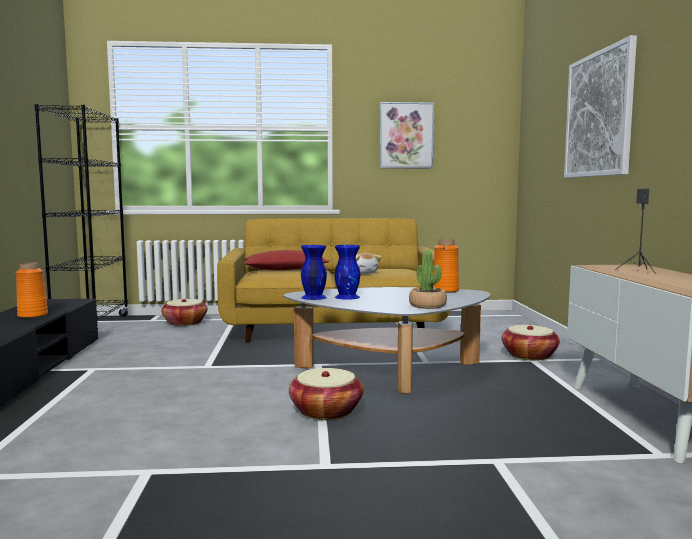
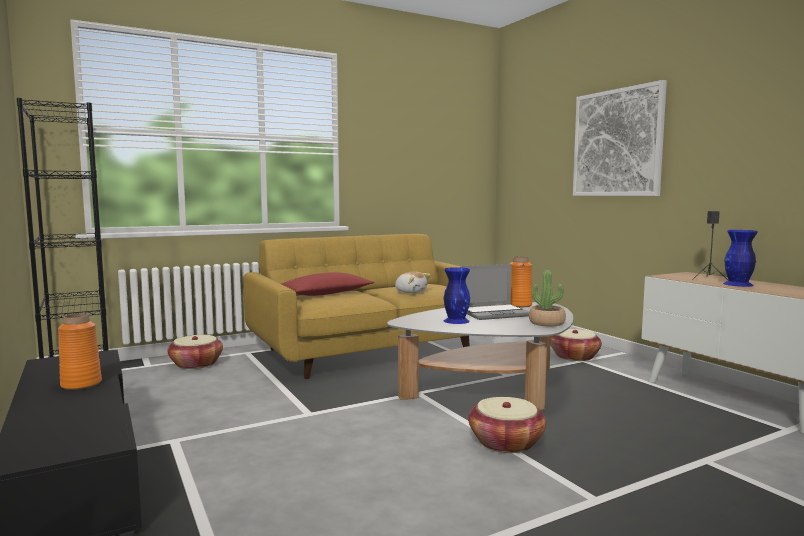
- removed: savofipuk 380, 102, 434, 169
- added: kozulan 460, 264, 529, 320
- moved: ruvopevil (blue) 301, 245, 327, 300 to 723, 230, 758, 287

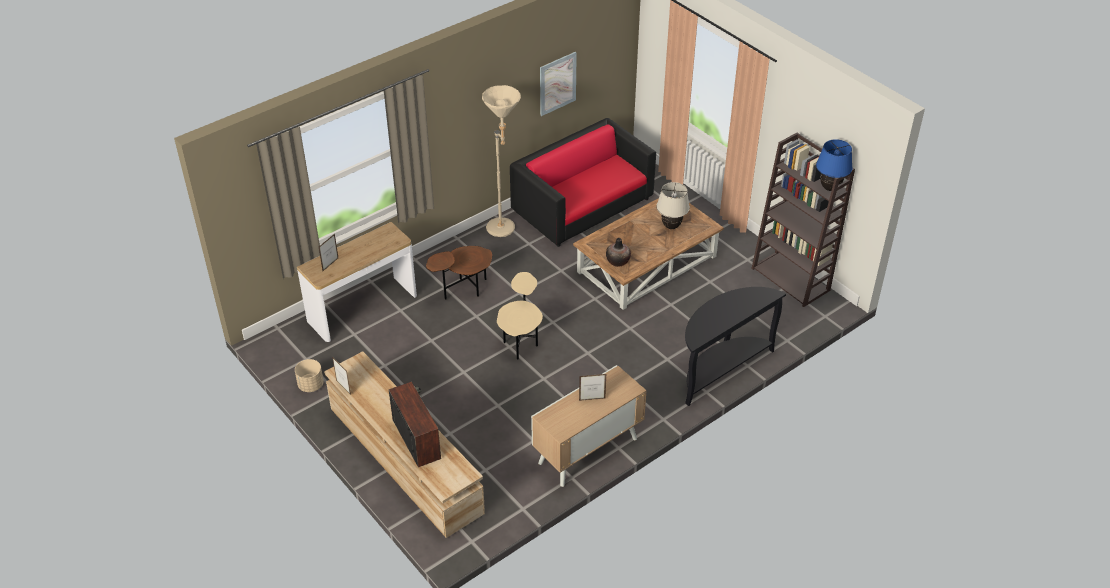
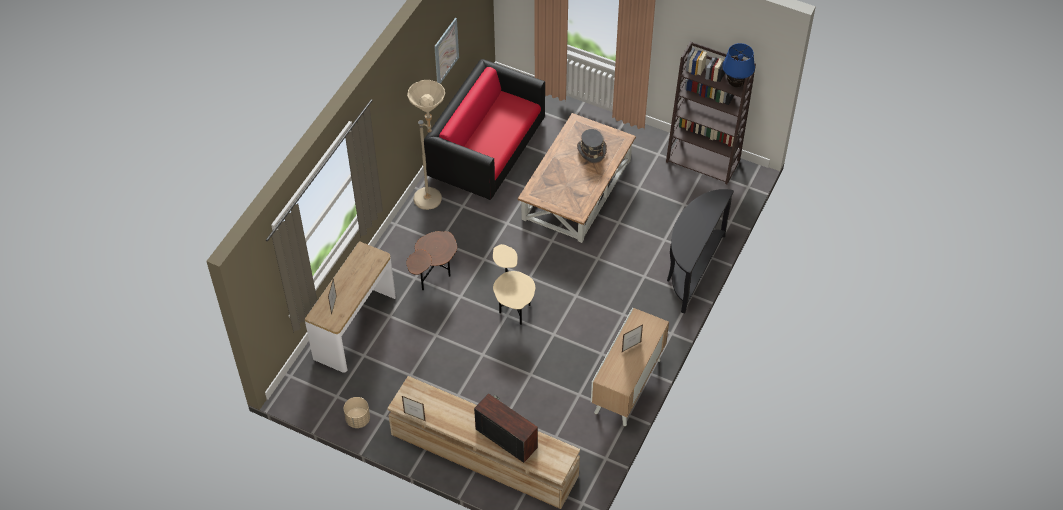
- removed: ruvopevil 606, 238, 631, 267
- replaced: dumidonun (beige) 656, 182, 690, 229 to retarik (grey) 577, 129, 607, 163

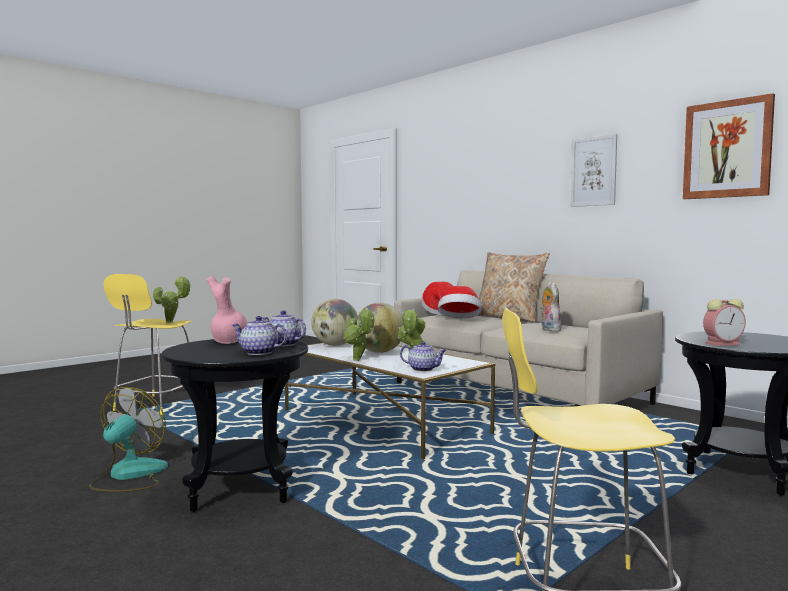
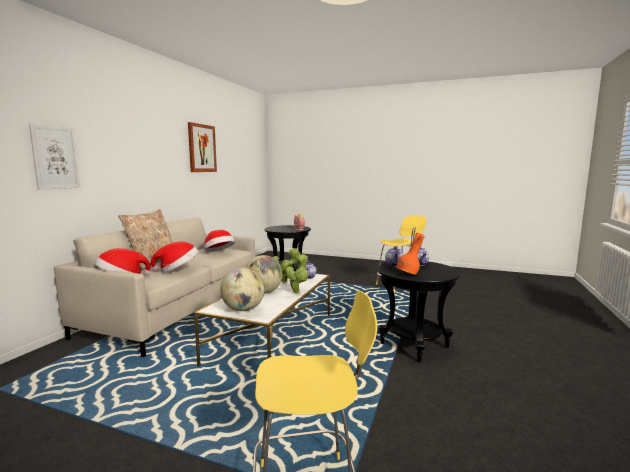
- removed: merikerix 89, 387, 168, 492
- removed: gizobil 153, 276, 191, 323
- moved: savofipuk 570, 134, 617, 207 to 29, 124, 80, 190
- replaced: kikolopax 540, 282, 562, 332 to retarik 204, 230, 235, 252
- recoloured: ruvopevil (pink) 206, 276, 247, 344 to ruvopevil (orange) 397, 233, 425, 275

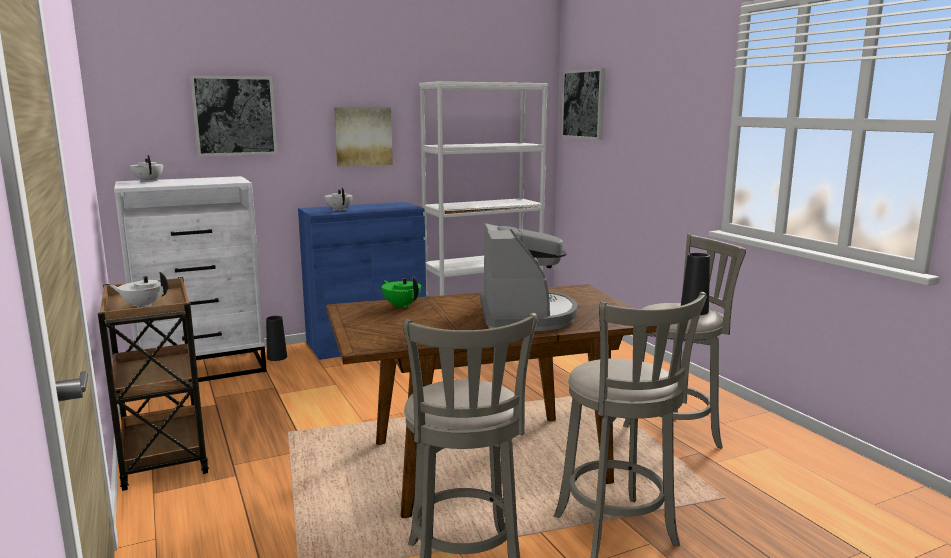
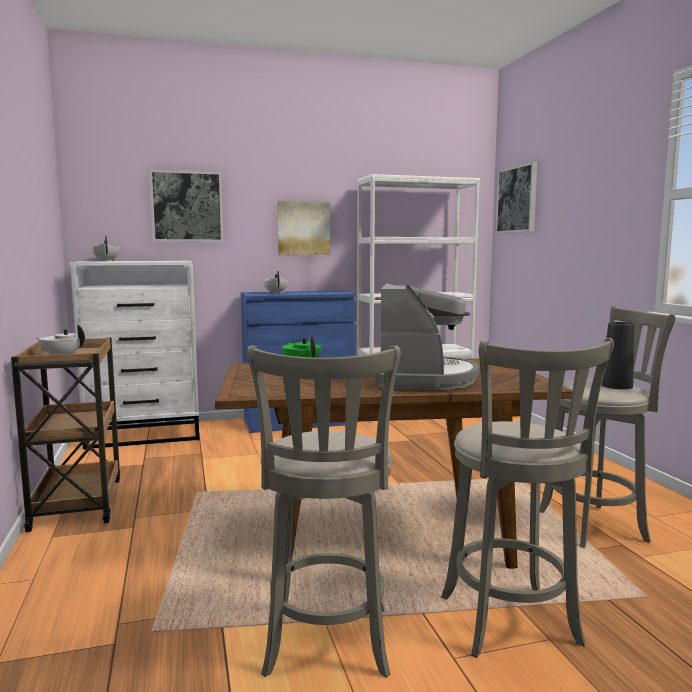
- removed: ruvopevil (black) 266, 316, 287, 361

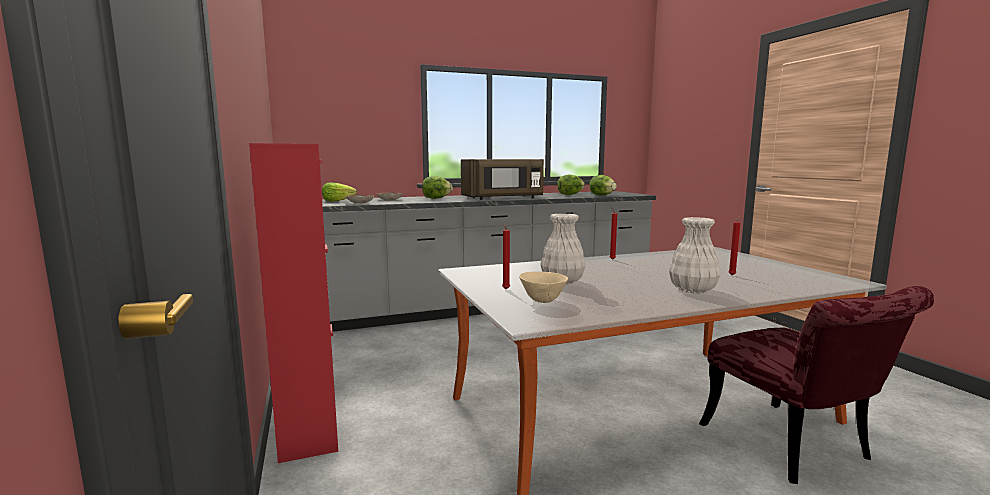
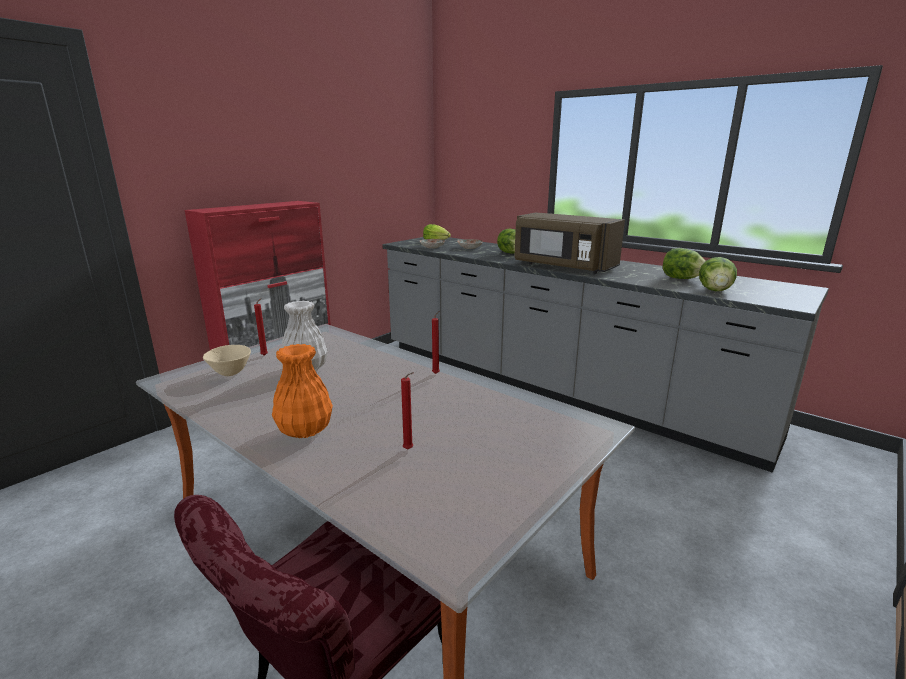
- recoloured: ruvopevil (white) 669, 217, 721, 294 to ruvopevil (orange) 272, 344, 333, 438

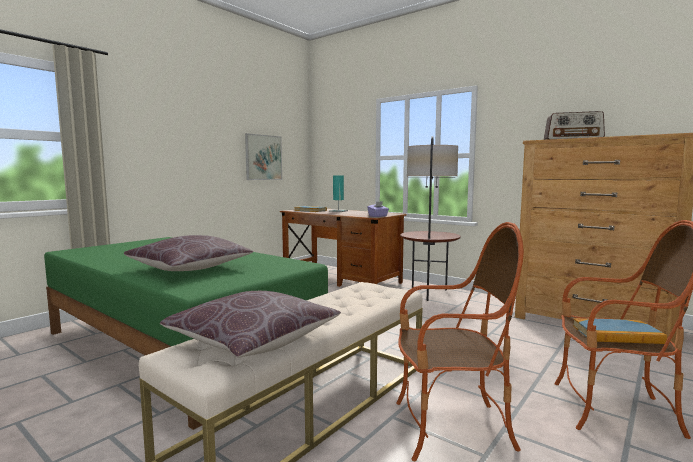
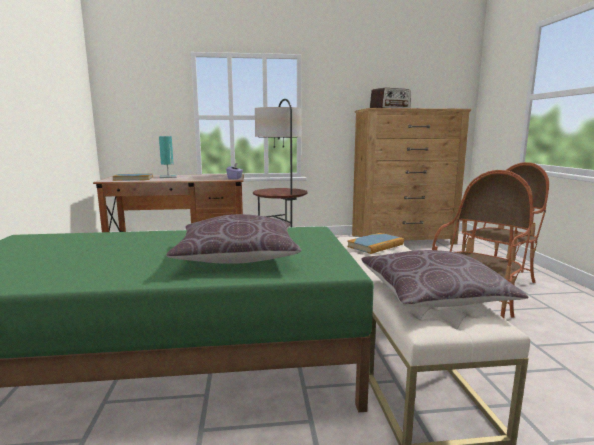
- removed: savofipuk 245, 133, 282, 180
- moved: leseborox 573, 318, 667, 344 to 347, 233, 404, 254

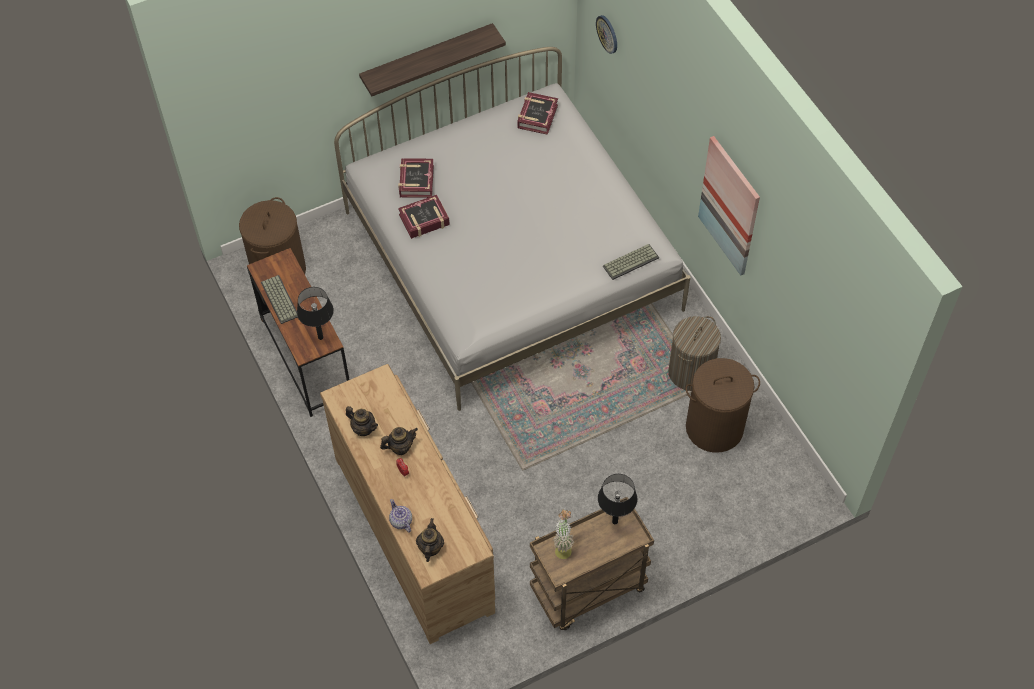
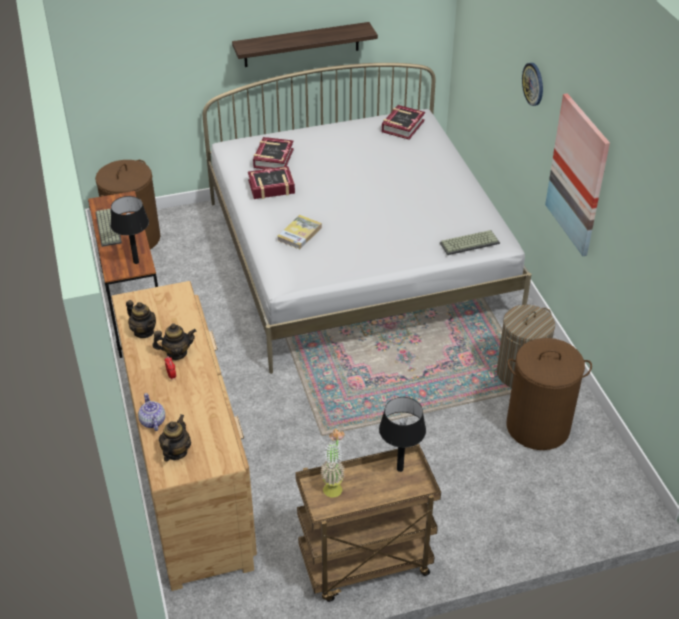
- added: leseborox 277, 215, 322, 250
- moved: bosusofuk 596, 15, 617, 54 to 522, 63, 543, 106

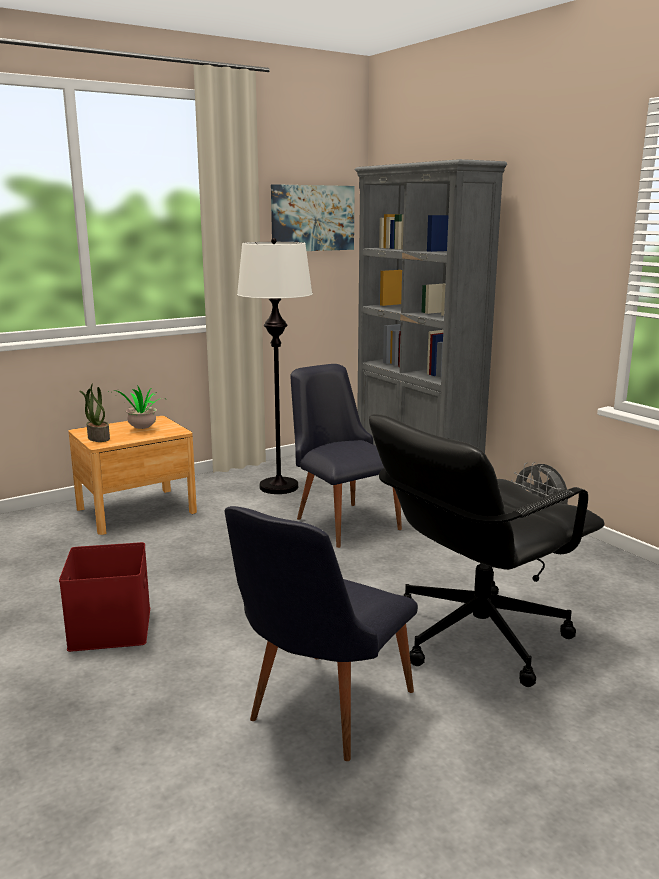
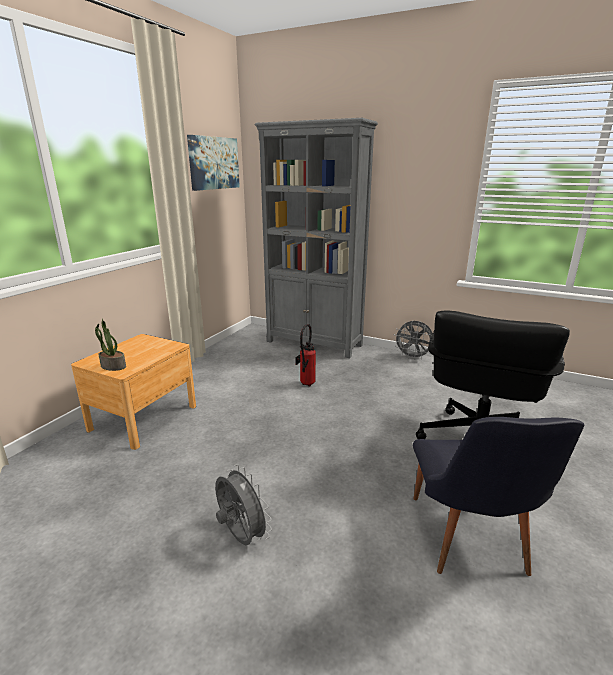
- removed: gizobil 114, 385, 161, 429
- removed: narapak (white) 237, 238, 313, 494
- replaced: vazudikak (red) 59, 542, 150, 652 to merikerix (grey) 215, 464, 272, 545
- replaced: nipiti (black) 290, 364, 402, 548 to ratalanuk 295, 324, 316, 386

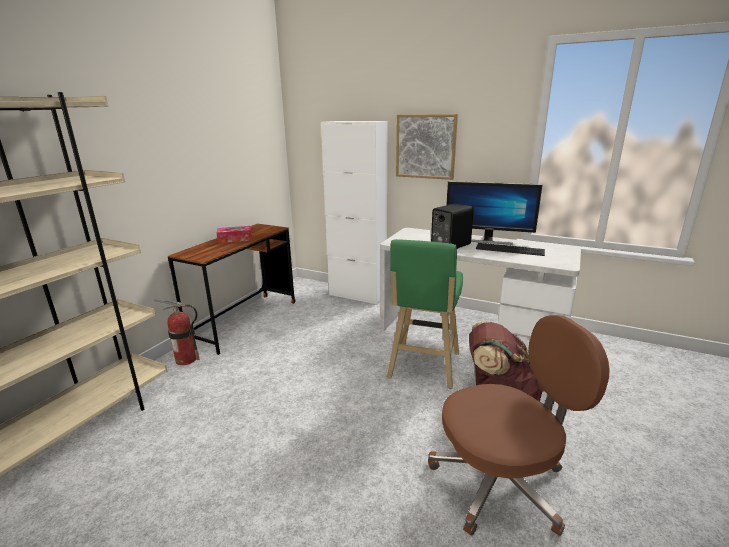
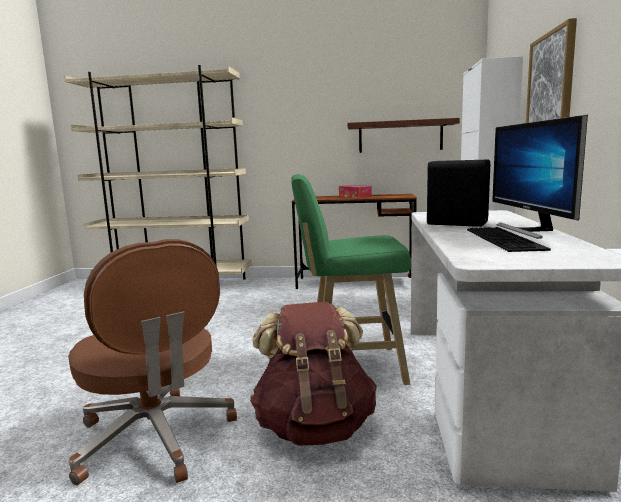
- removed: ratalanuk 154, 299, 199, 365
- added: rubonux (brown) 348, 118, 460, 153

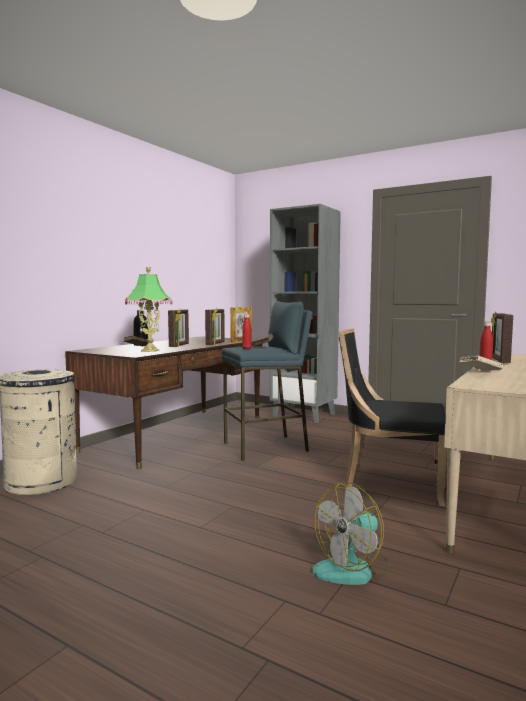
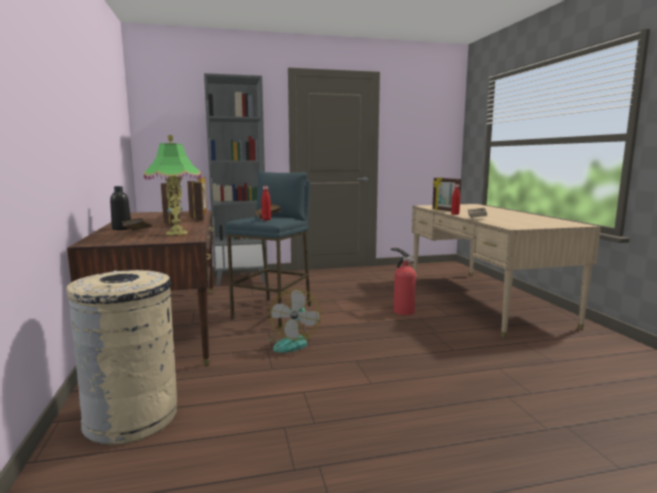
- moved: merikerix 312, 482, 390, 585 to 266, 288, 321, 353
- replaced: nipiti (black) 339, 329, 447, 506 to ratalanuk 391, 248, 416, 315

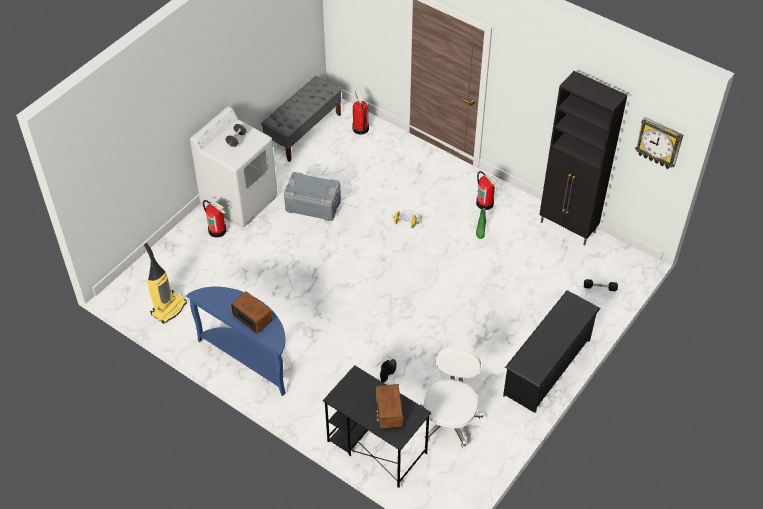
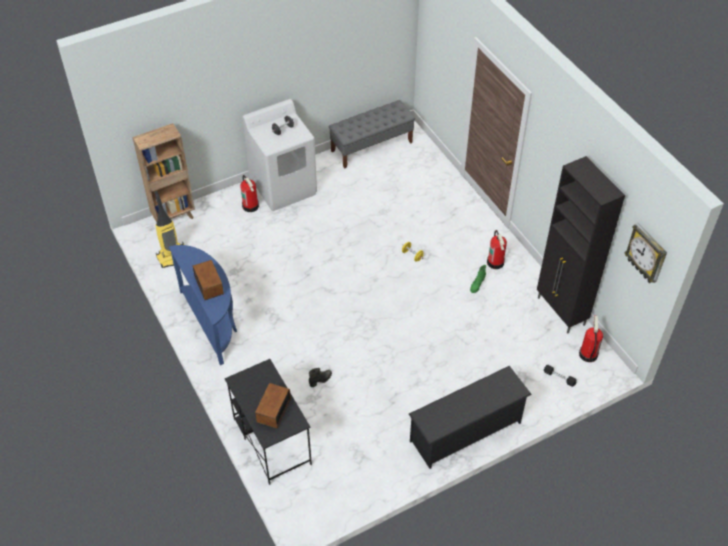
- removed: vazudikak (grey) 284, 172, 341, 221
- removed: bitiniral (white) 420, 347, 484, 448
- added: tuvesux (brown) 132, 123, 195, 222
- moved: ratalanuk 352, 90, 369, 135 to 579, 316, 603, 362

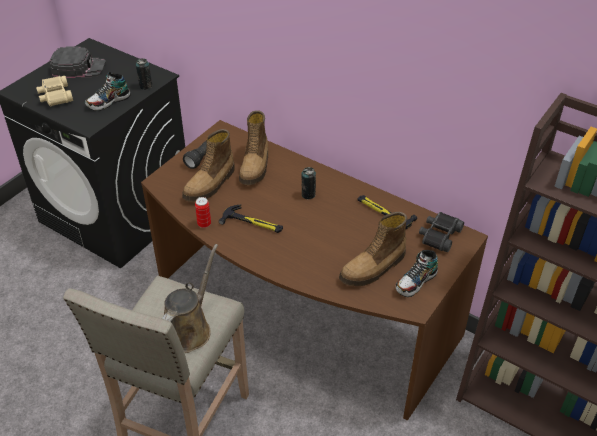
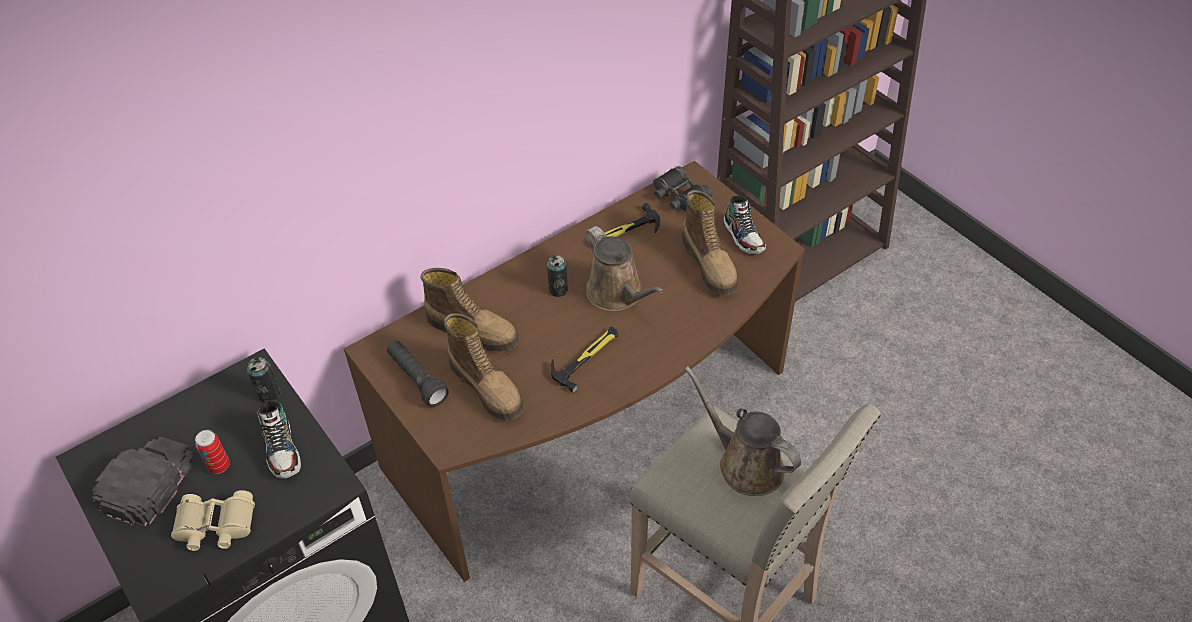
- added: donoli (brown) 586, 226, 664, 311
- moved: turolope 195, 197, 211, 228 to 195, 430, 230, 474

